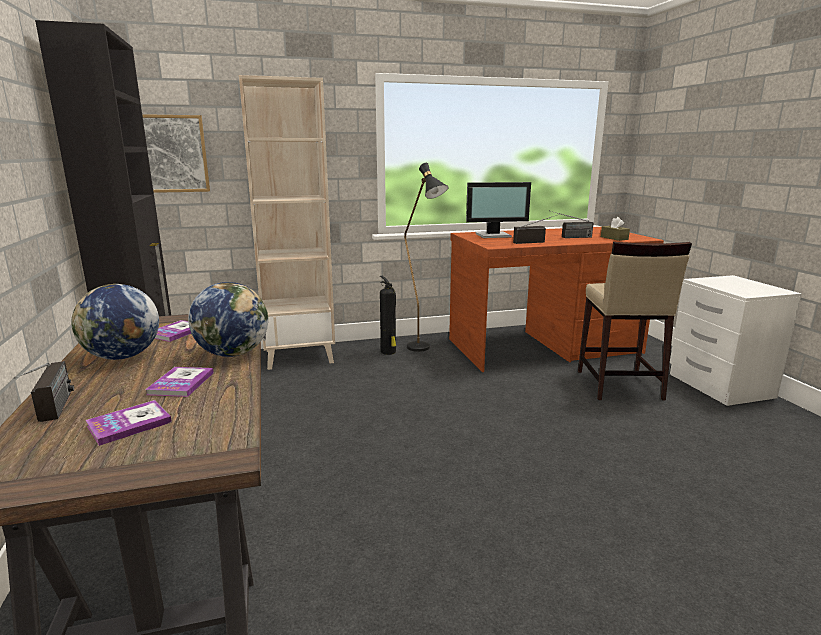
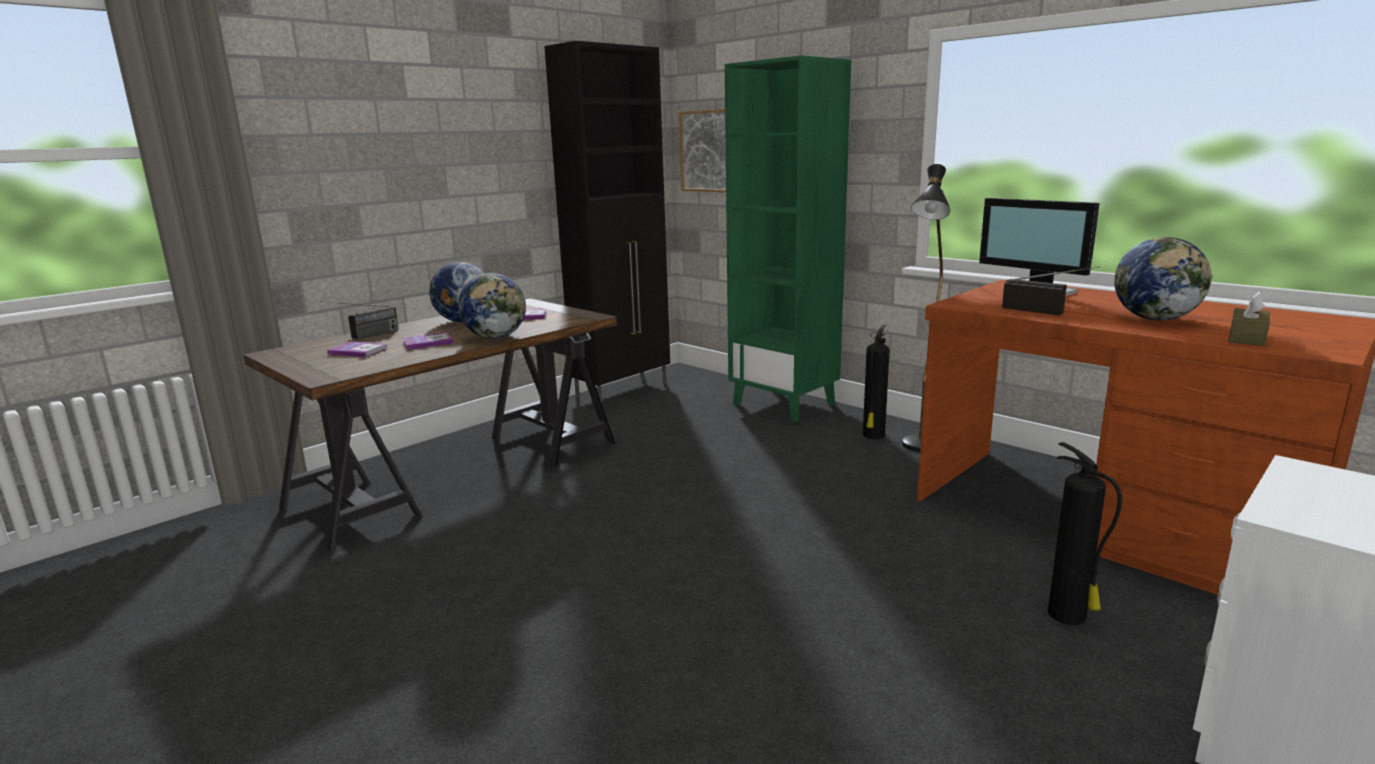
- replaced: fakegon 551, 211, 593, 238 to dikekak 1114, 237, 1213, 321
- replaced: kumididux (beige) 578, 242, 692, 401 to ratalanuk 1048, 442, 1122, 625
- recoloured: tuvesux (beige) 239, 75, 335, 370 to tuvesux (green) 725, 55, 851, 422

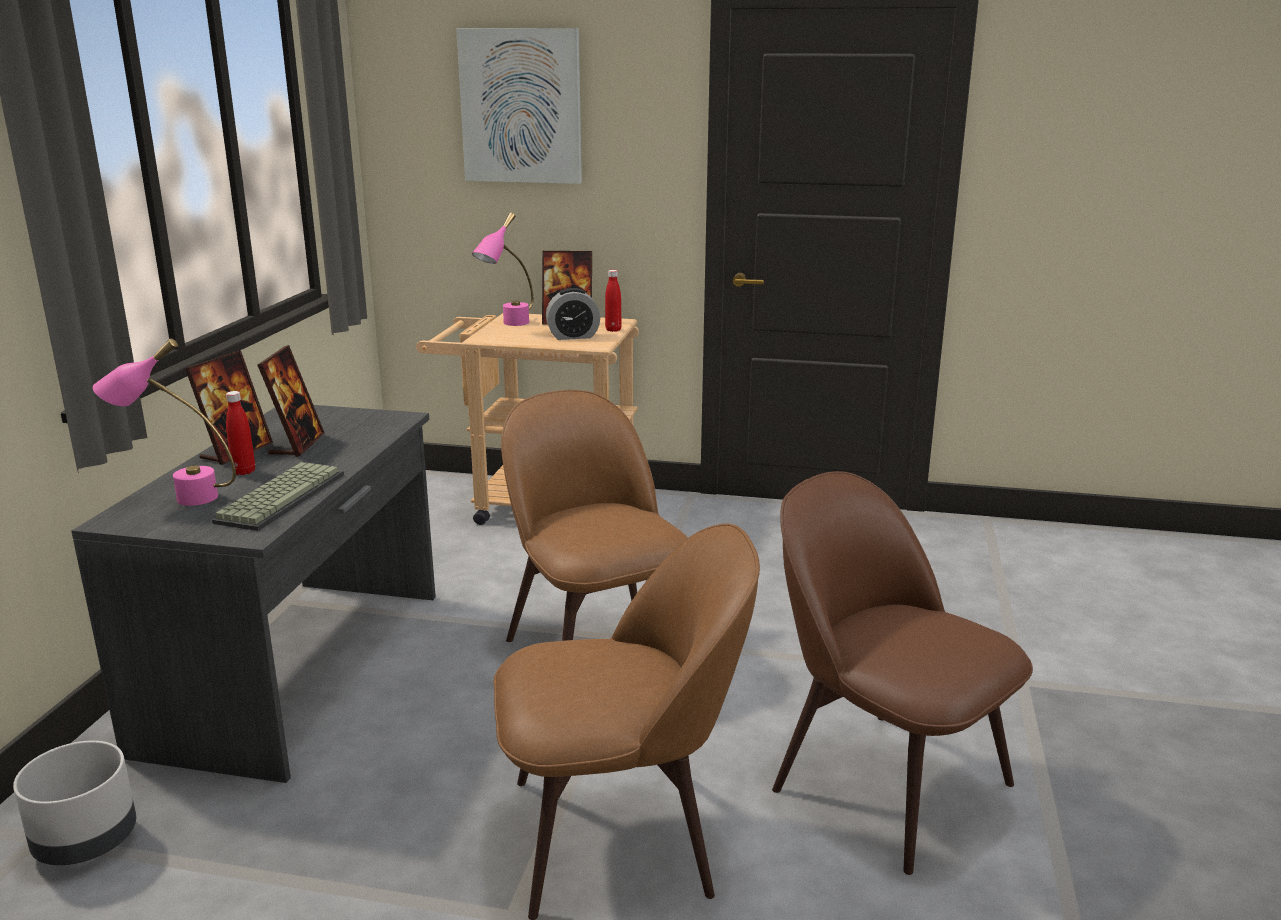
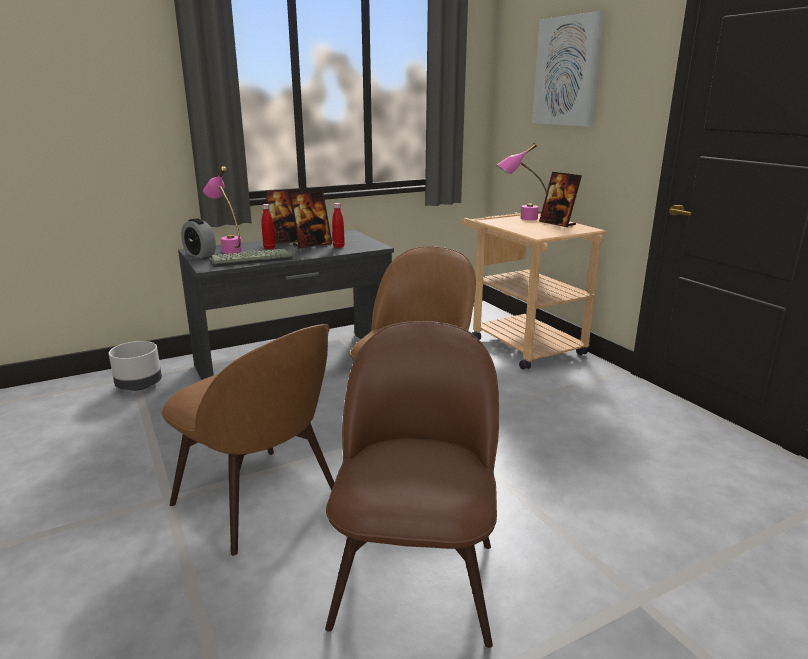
- moved: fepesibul 546, 288, 600, 340 to 181, 218, 216, 258
- moved: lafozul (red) 605, 270, 622, 332 to 332, 203, 345, 248

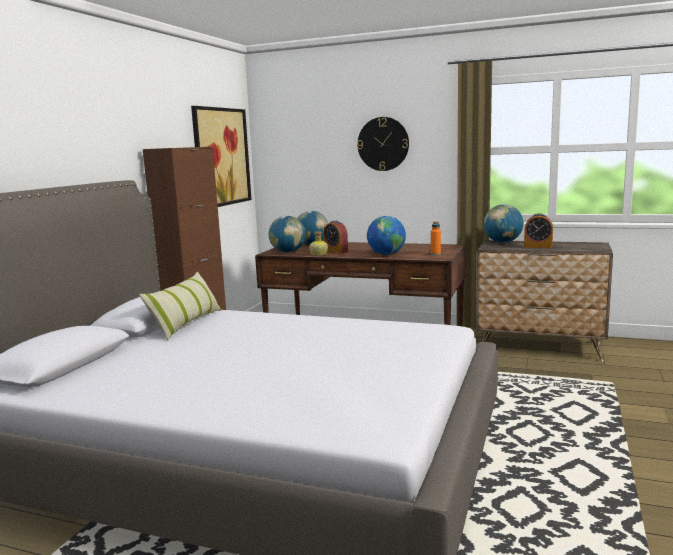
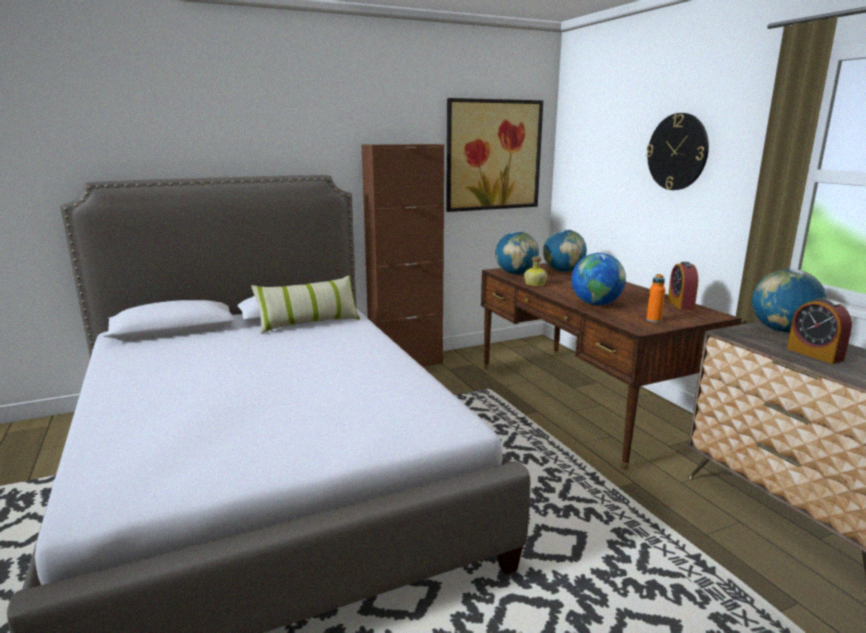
- moved: fepesibul 324, 221, 348, 254 to 668, 262, 698, 310

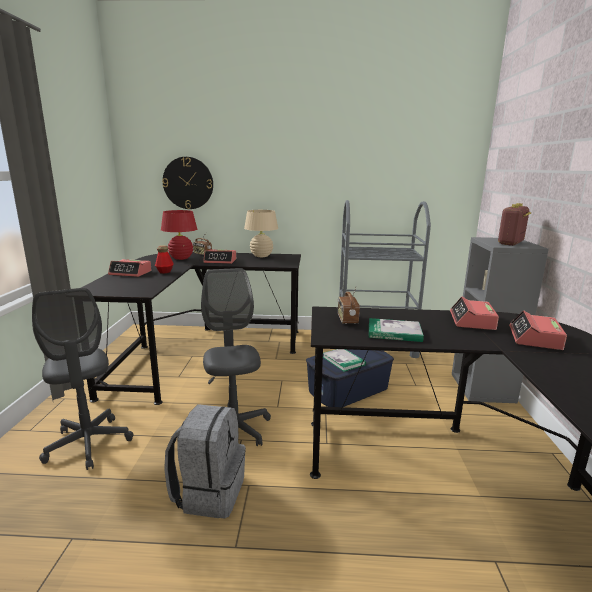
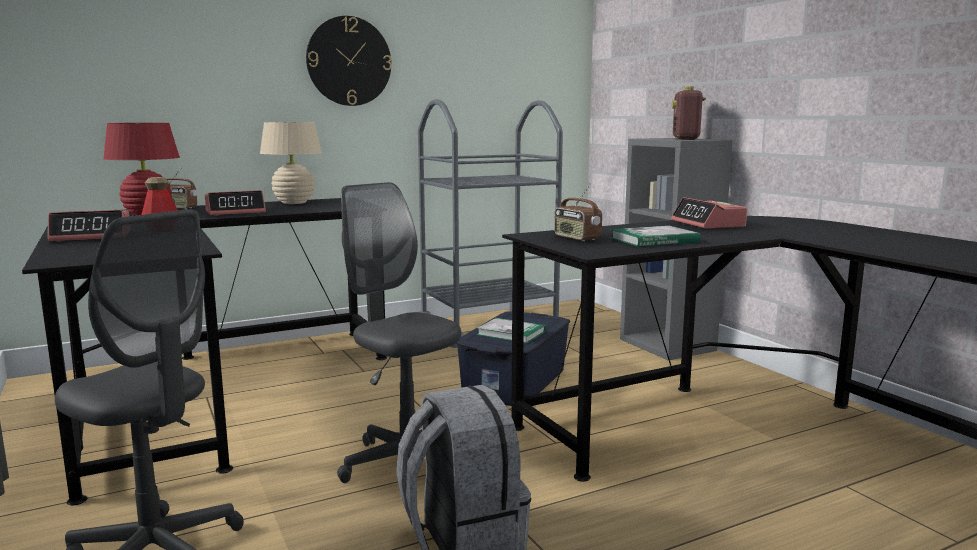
- removed: fepesibul 509, 311, 567, 350
- moved: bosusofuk 162, 157, 213, 209 to 306, 16, 392, 106

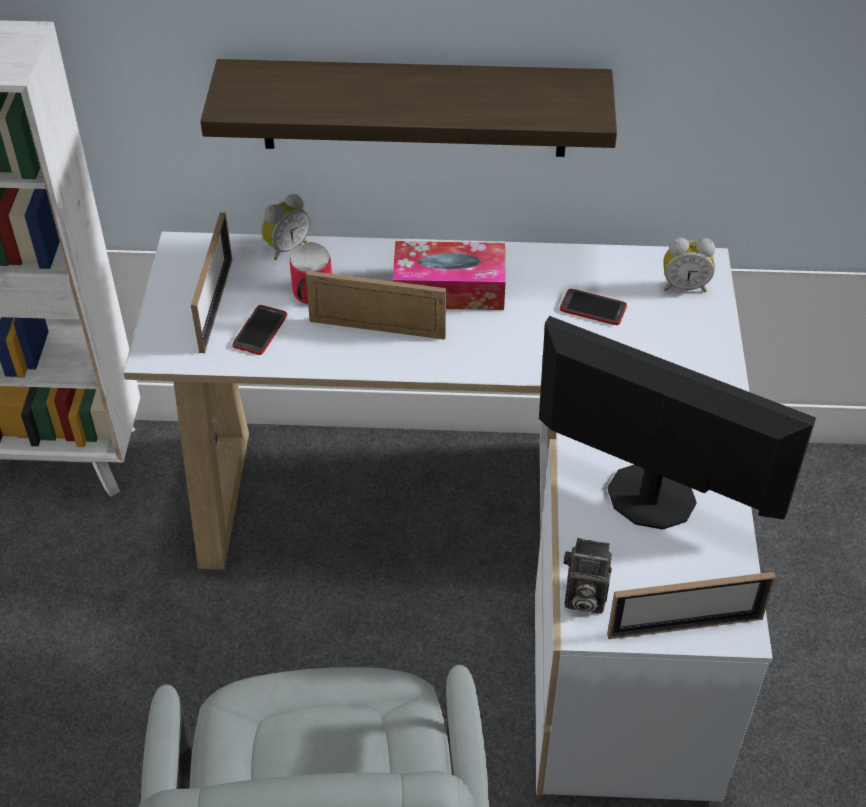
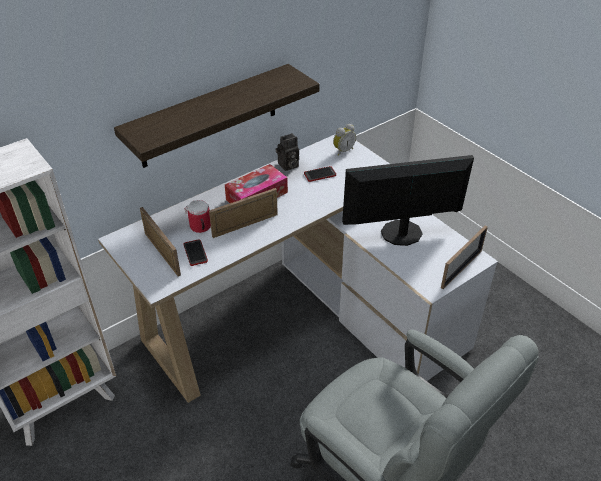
- removed: fepesibul 261, 194, 310, 260
- moved: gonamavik 564, 538, 612, 614 to 275, 133, 299, 171

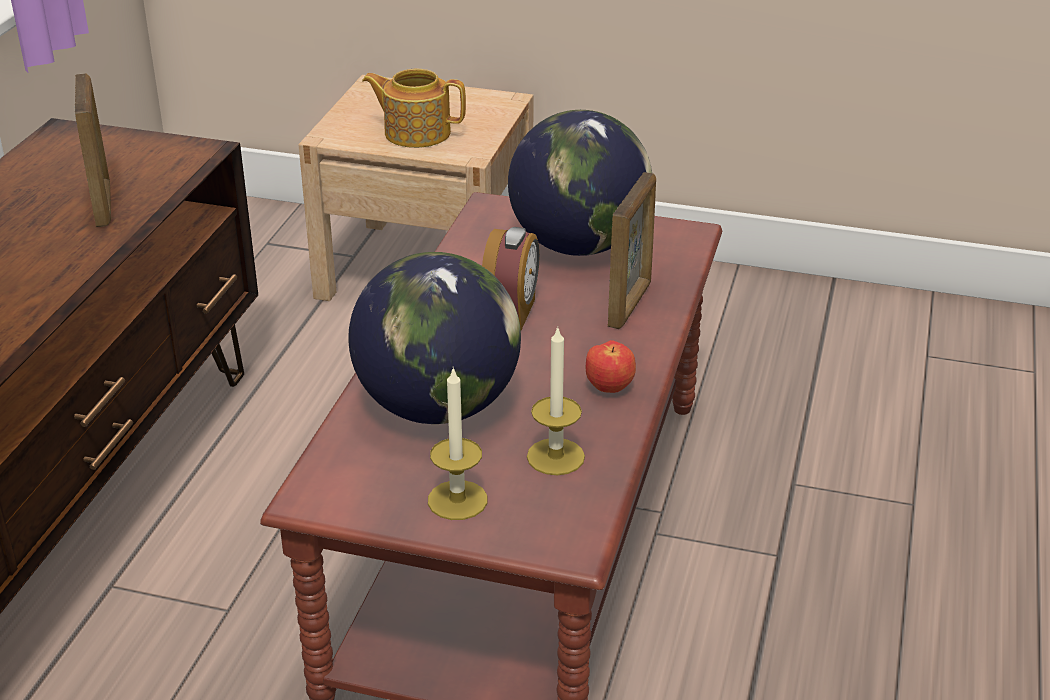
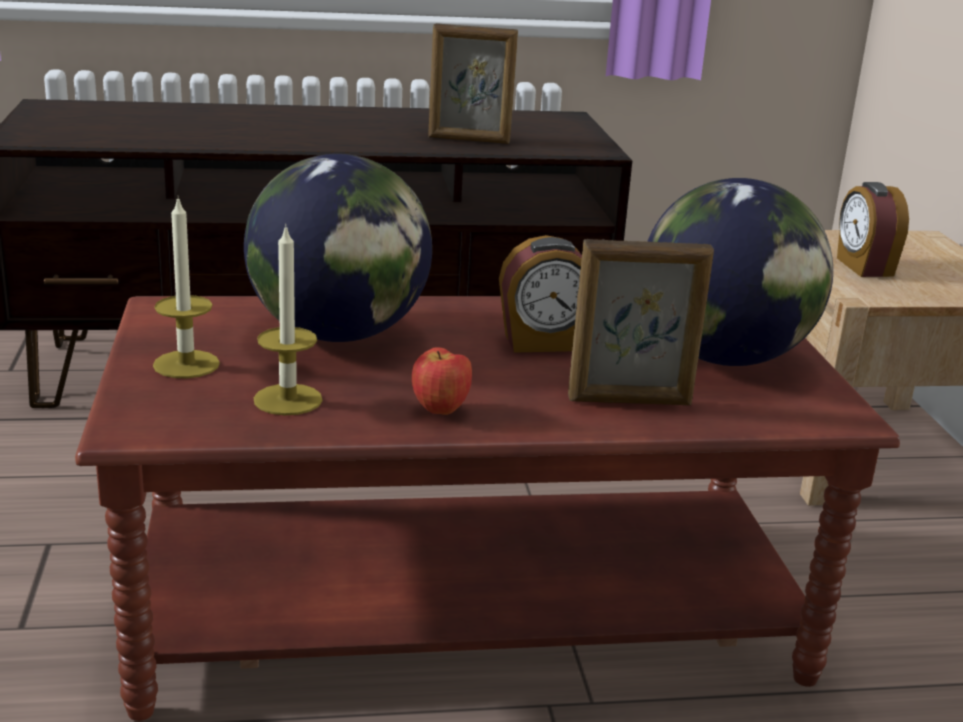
- replaced: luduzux 362, 69, 466, 148 to fepesibul 837, 182, 909, 277
- turned: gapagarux 75, 73, 111, 227 = 428, 23, 518, 144 45 degrees clockwise

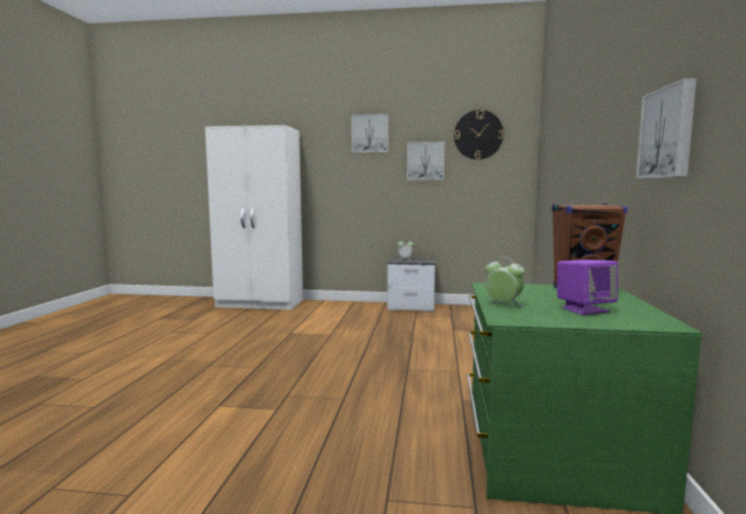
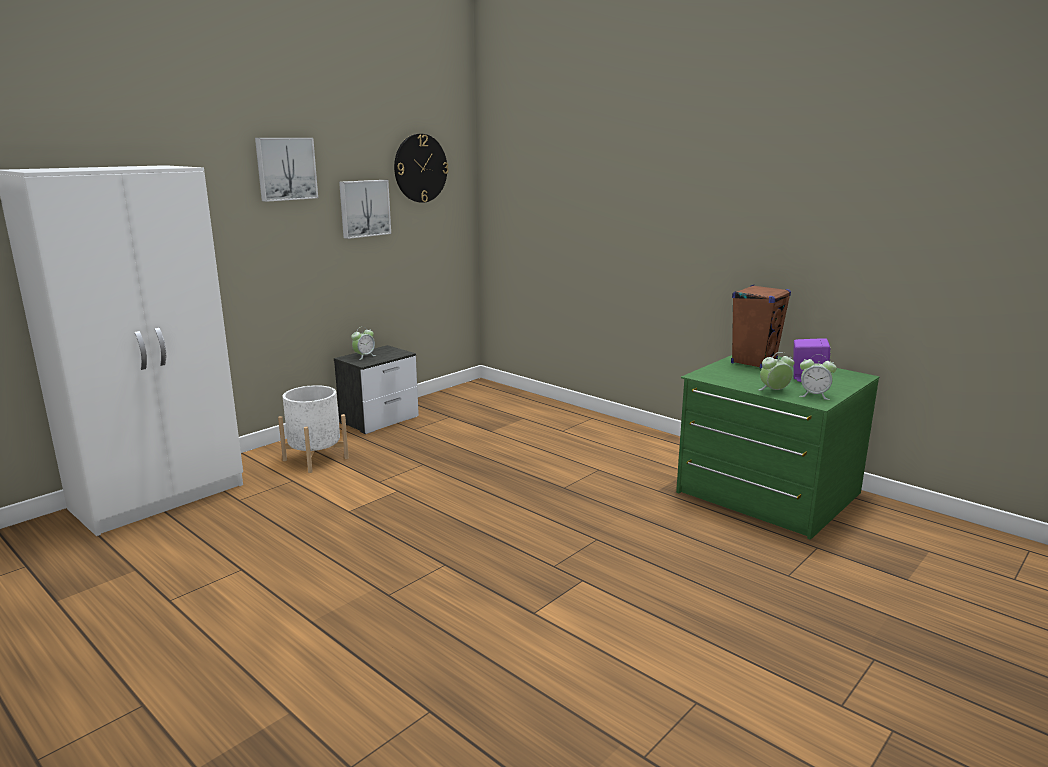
- removed: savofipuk 636, 78, 697, 179
- added: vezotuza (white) 278, 385, 349, 473
- added: fepesibul 799, 355, 837, 400

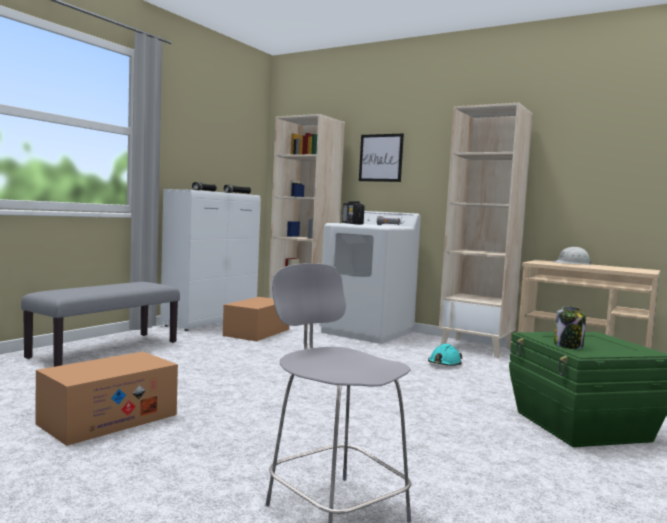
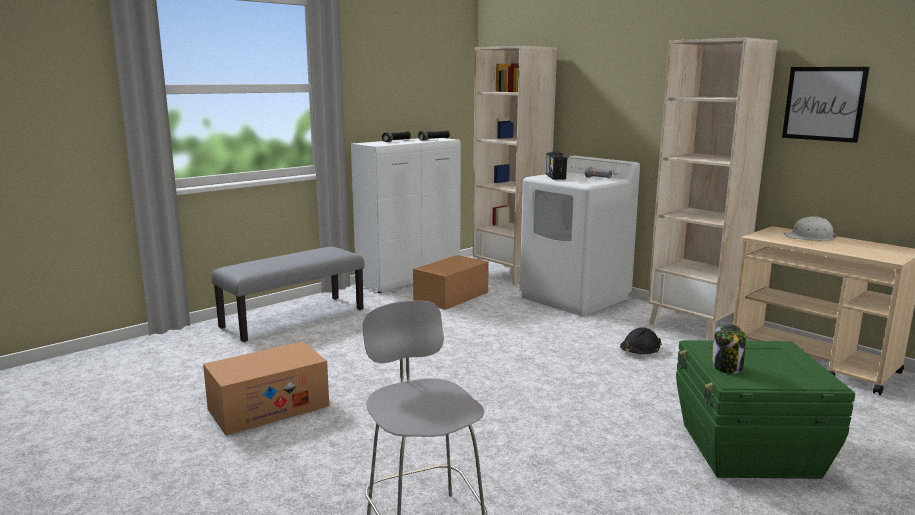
- moved: savofipuk 359, 134, 404, 182 to 782, 67, 869, 143
- recoloured: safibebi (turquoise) 428, 344, 463, 366 to safibebi (black) 620, 327, 662, 354

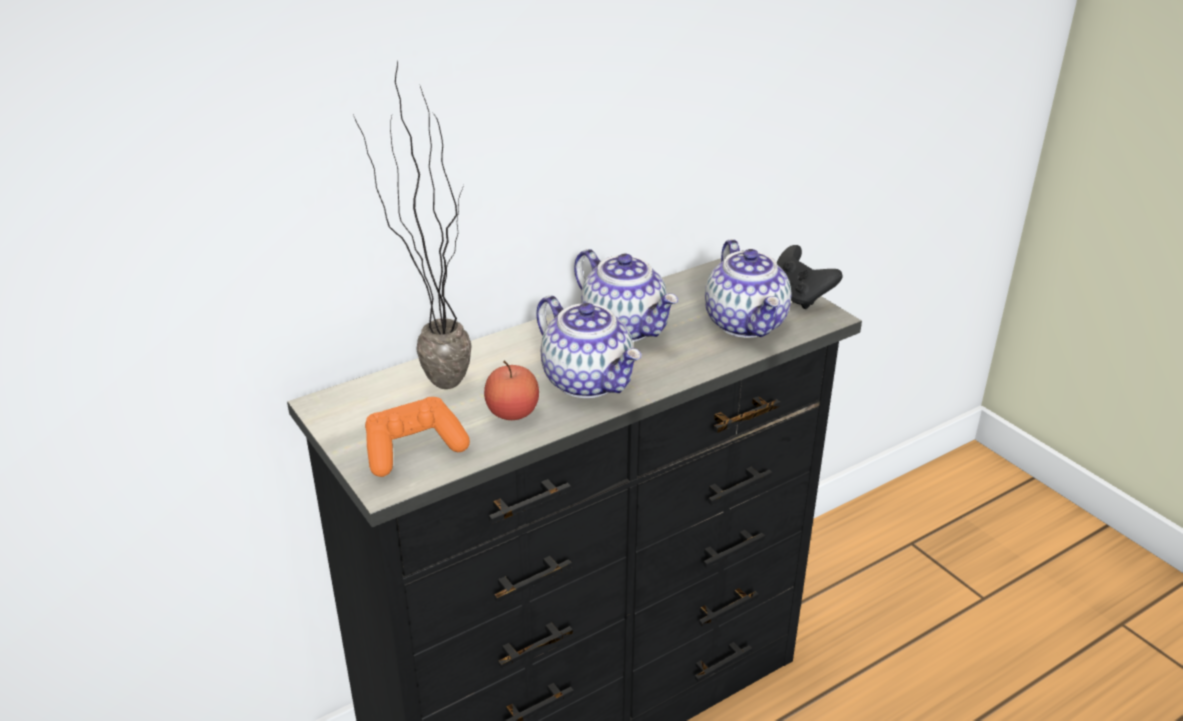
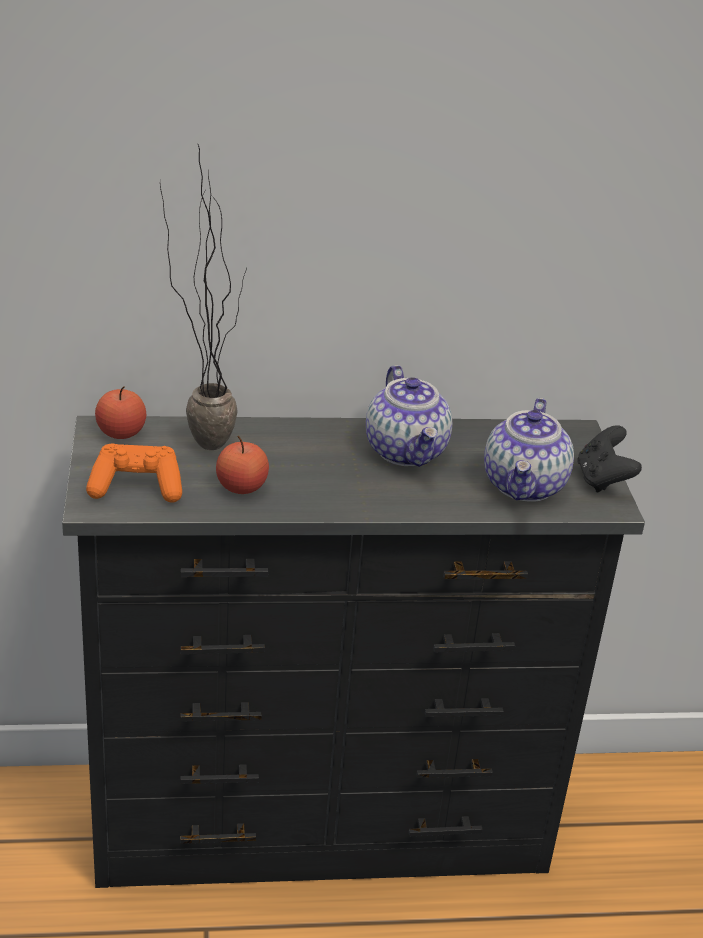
- removed: luduzux 536, 296, 641, 398
- added: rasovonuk 95, 387, 146, 439

